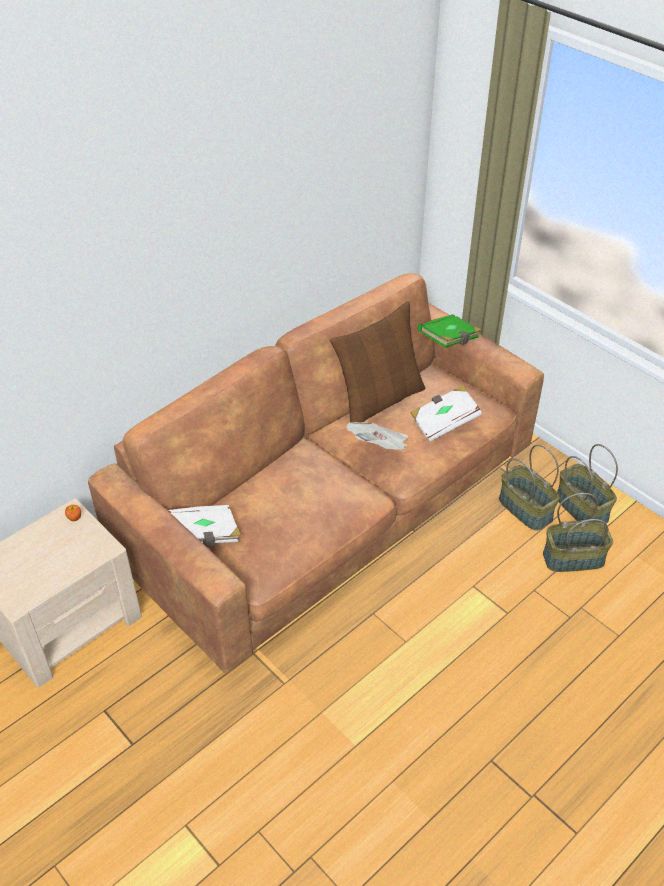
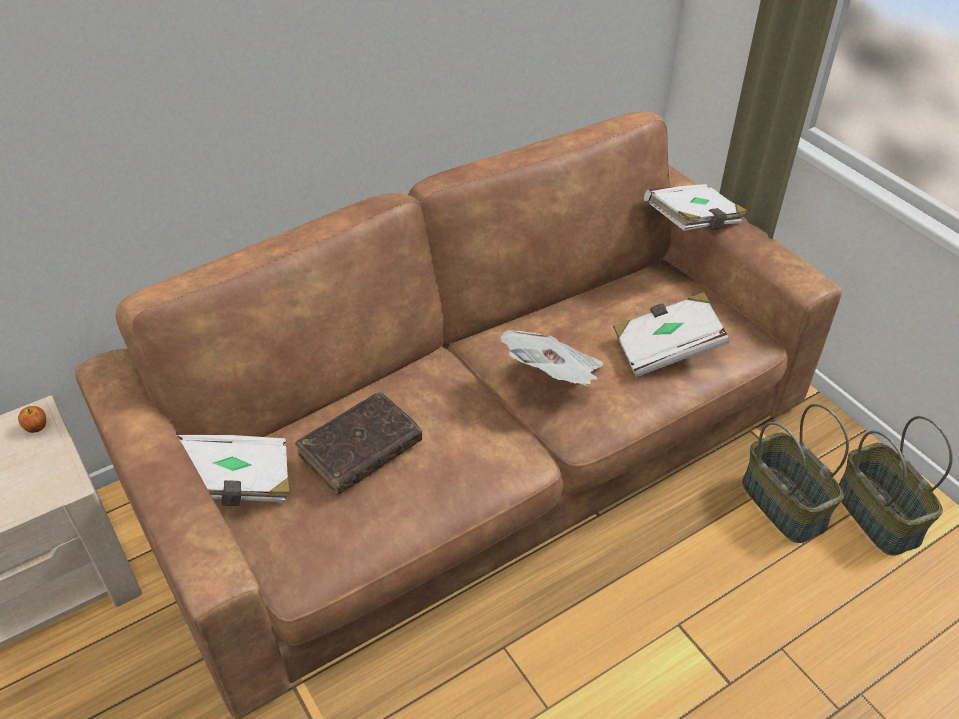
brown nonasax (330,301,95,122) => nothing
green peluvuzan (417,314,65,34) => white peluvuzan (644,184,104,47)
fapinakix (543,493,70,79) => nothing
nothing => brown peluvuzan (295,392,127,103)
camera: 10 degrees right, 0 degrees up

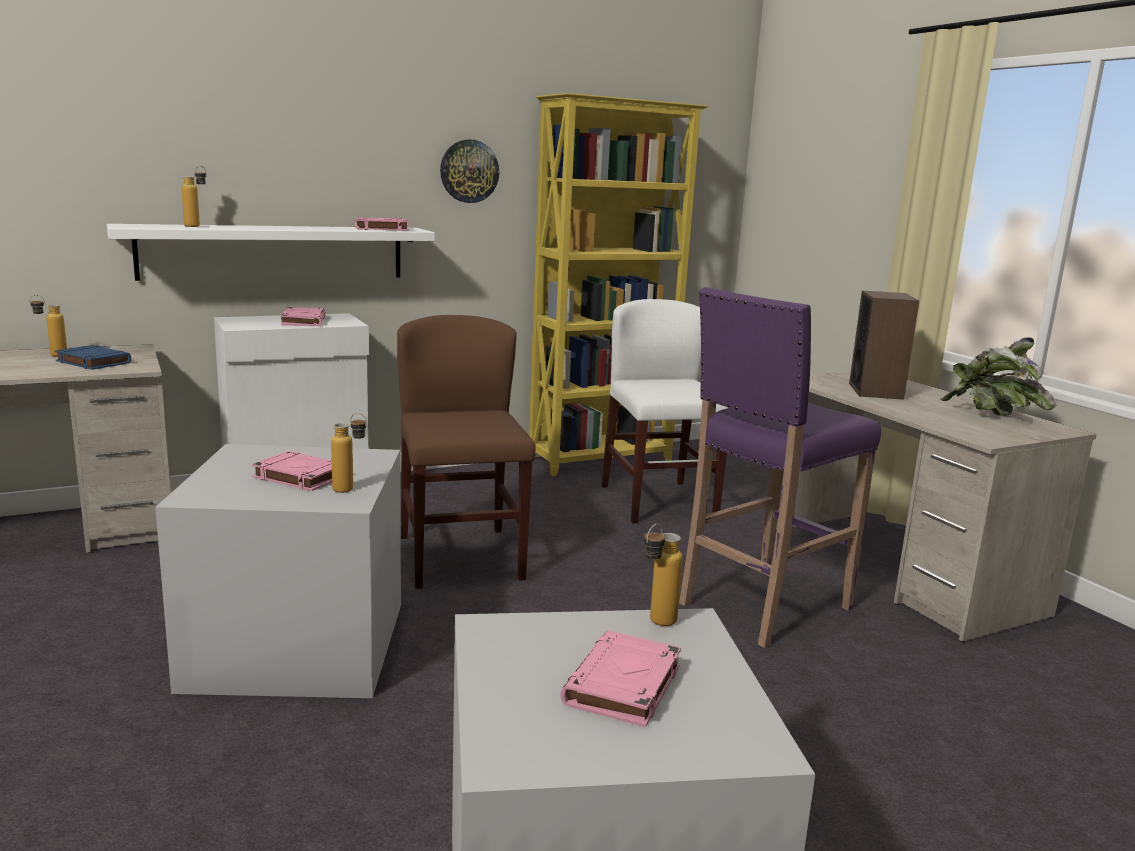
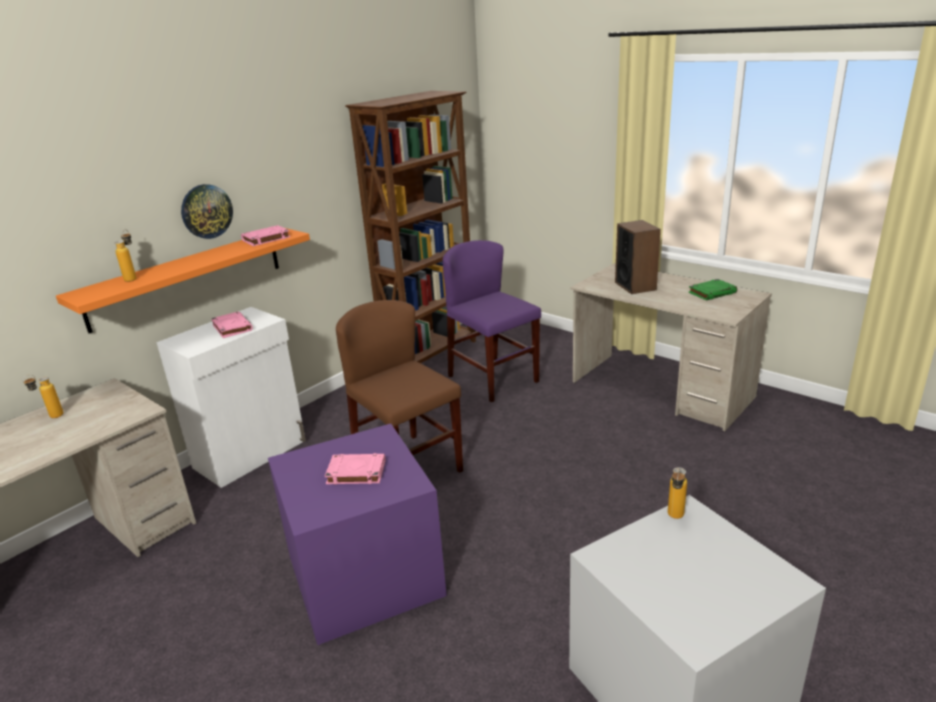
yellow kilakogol (529,93,179,383) => brown kilakogol (345,91,131,272)
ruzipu (440,140,59,63) => ruzipu (181,184,52,55), shifted
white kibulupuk (107,224,328,57) => orange kibulupuk (56,228,254,105)
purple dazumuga (679,287,202,361) => nothing
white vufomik (601,299,127,224) => purple vufomik (443,240,98,162)
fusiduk (940,337,118,79) => green peluvuzan (688,279,49,22)
blue peluvuzan (55,345,76,25) => nothing
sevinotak (331,413,36,80) => nothing
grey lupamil (155,444,246,254) => purple lupamil (268,424,179,221)
pink peluvuzan (560,630,121,98) => nothing
camera: 20 degrees left, 10 degrees up

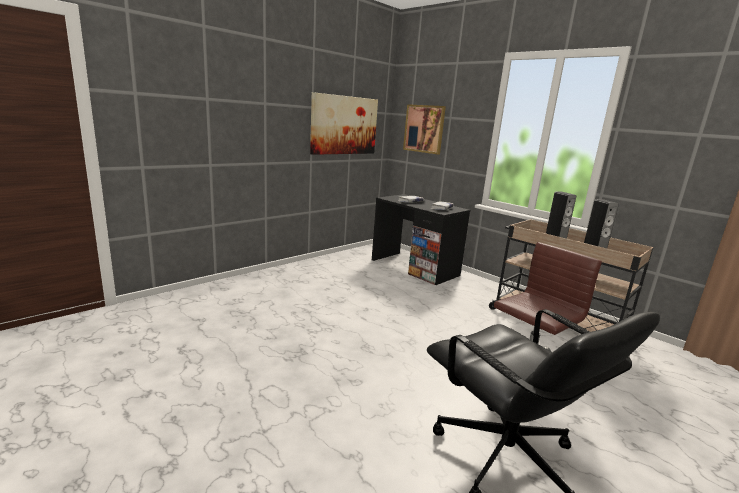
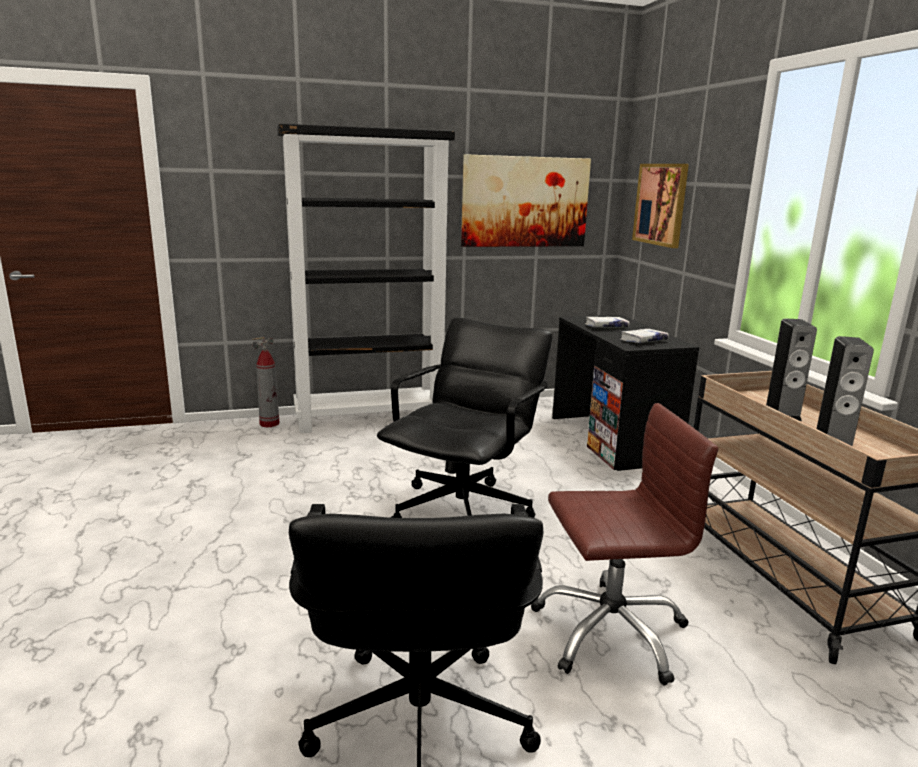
nothing => black kilakogol (277,123,178,310)
nothing => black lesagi (377,317,176,201)
nothing => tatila (252,337,27,90)
camera: 30 degrees right, 0 degrees up

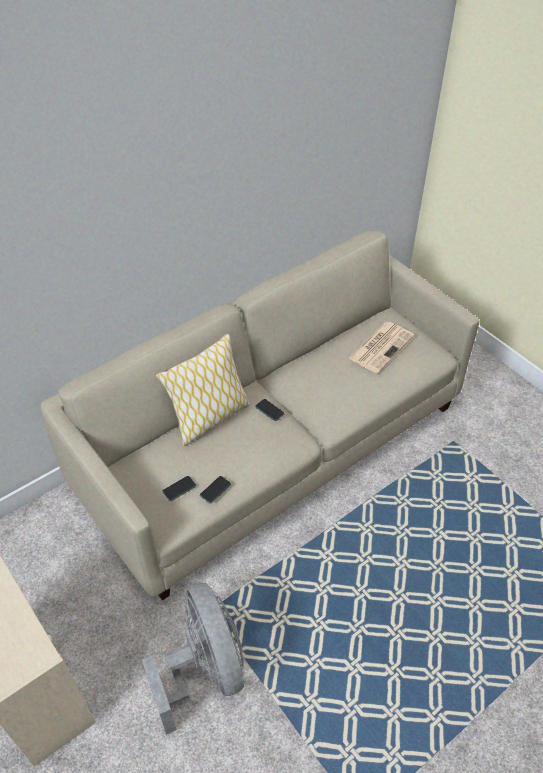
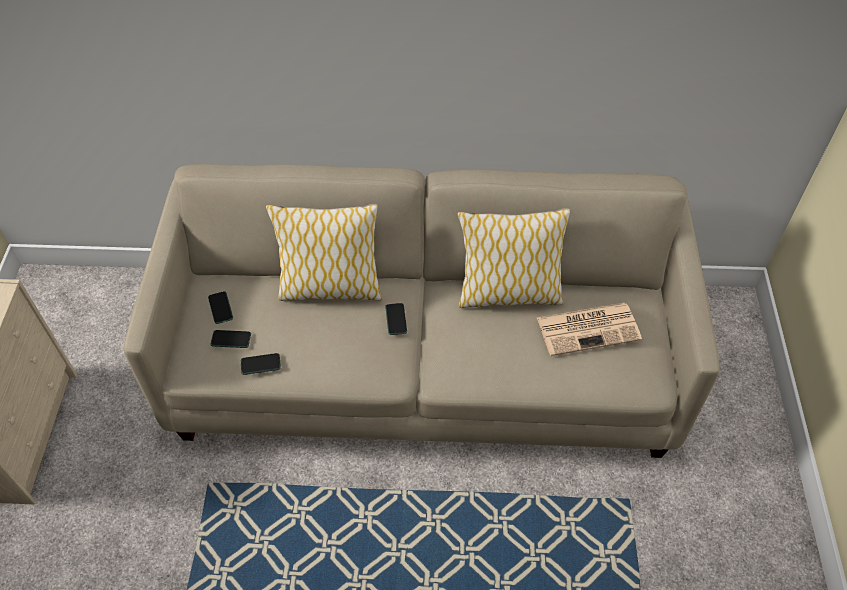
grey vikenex (142,582,102,153) => nothing
nothing => nonasax (458,208,112,100)
nothing => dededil (208,291,25,33)
camera: 40 degrees right, 5 degrees up

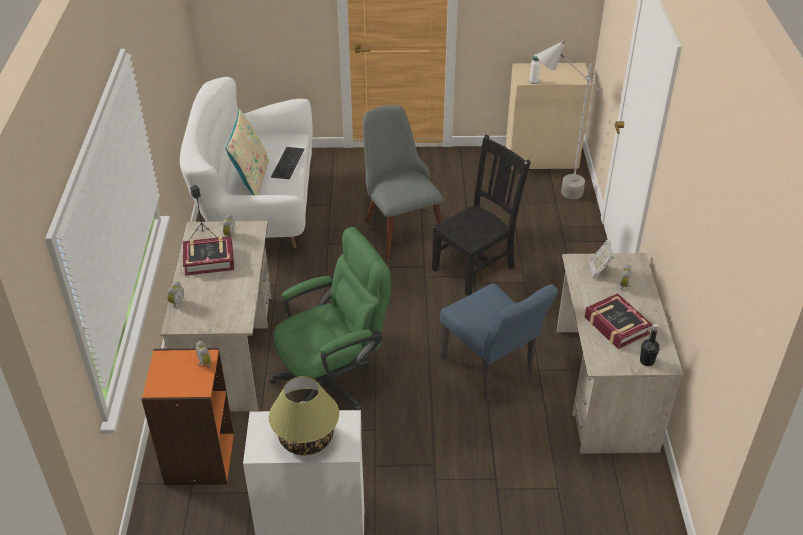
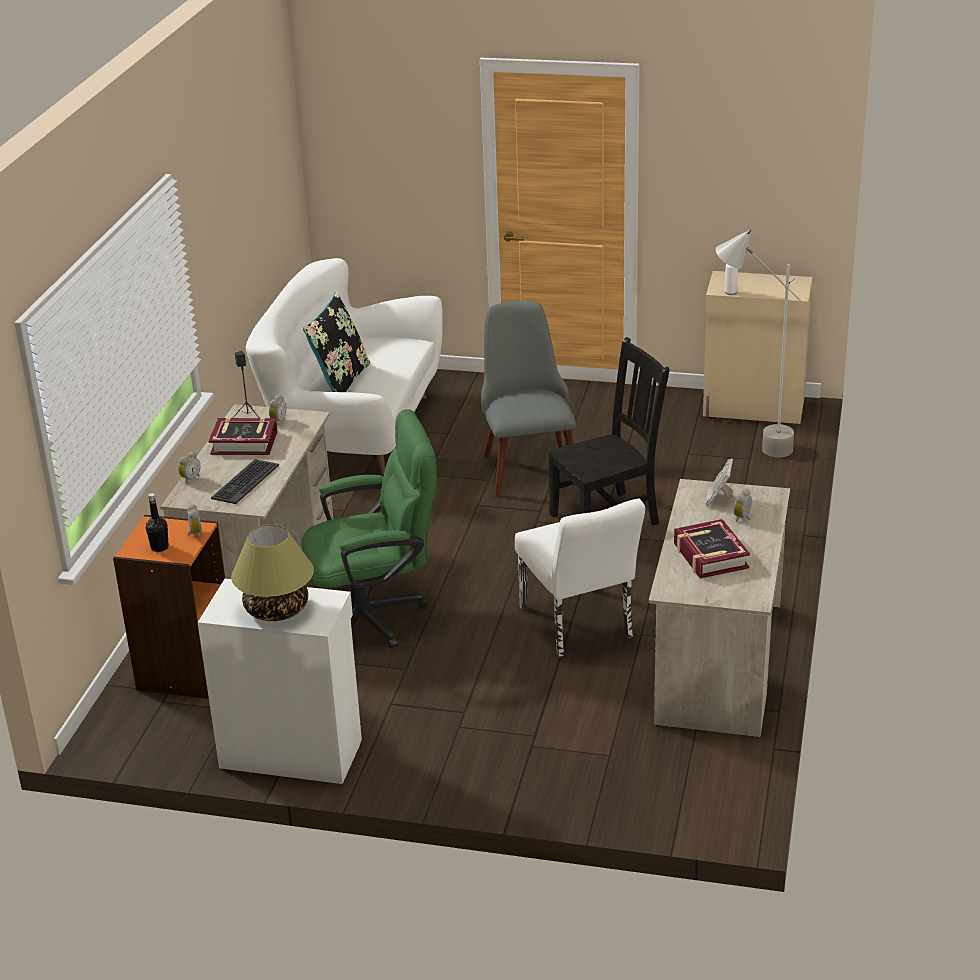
beige nonasax (225,109,44,86) => black nonasax (303,291,68,101)
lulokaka (271,147,33,32) => lulokaka (211,459,68,45), shifted
blue vufomik (440,283,118,117) => white vufomik (515,499,130,158)
black sevinotak (640,324,19,42) => black sevinotak (146,493,23,59), shifted
camera: 15 degrees right, 10 degrees down

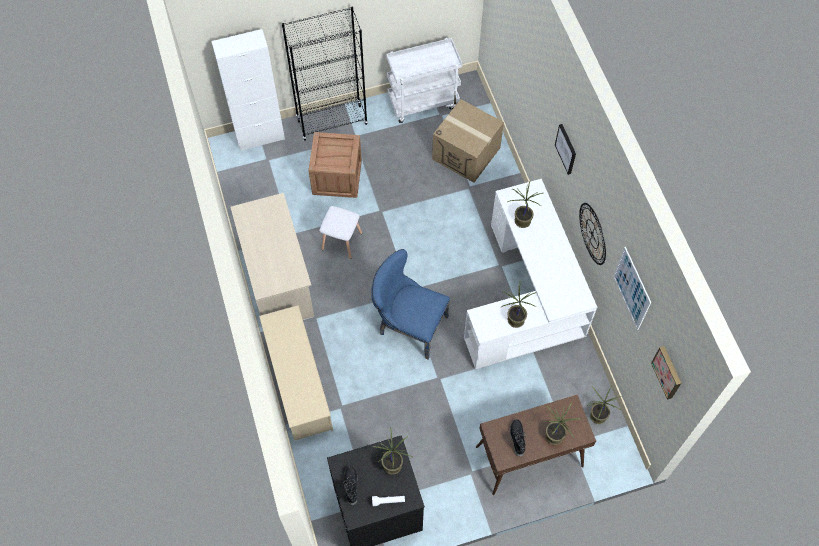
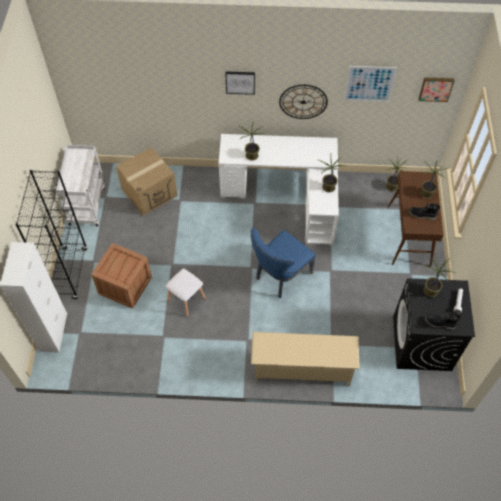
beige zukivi (230,193,84,127) => nothing
camera: 70 degrees left, 5 degrees down

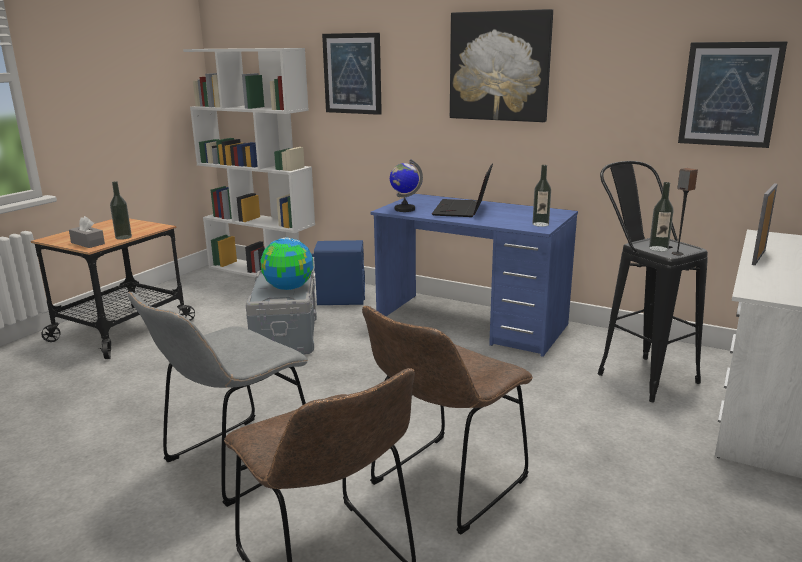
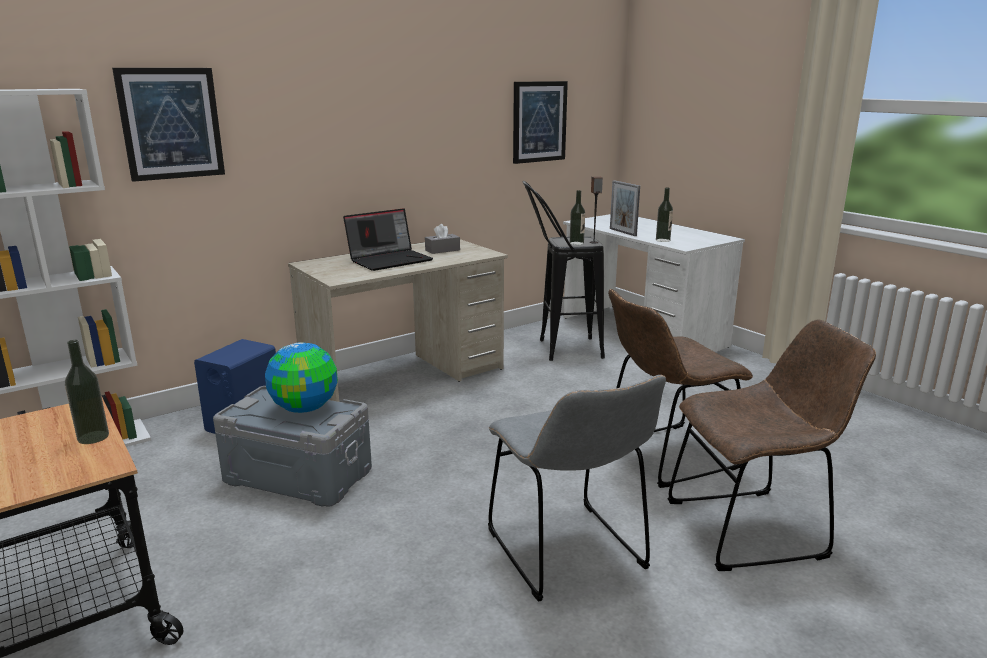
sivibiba (450,9,103,113) => nothing
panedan (390,159,33,53) => nothing
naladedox (432,164,61,53) => naladedox (343,208,90,63), 75 degrees counterclockwise
sevinotak (533,165,18,62) => sevinotak (656,188,17,54), shifted
blue zukivi (371,194,207,163) => beige zukivi (288,239,220,163)
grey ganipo (69,216,36,32) => grey ganipo (425,224,35,30), shifted
brown vufomik (362,306,171,228) => brown vufomik (608,289,145,199), 90 degrees clockwise
camera: 65 degrees left, 0 degrees up

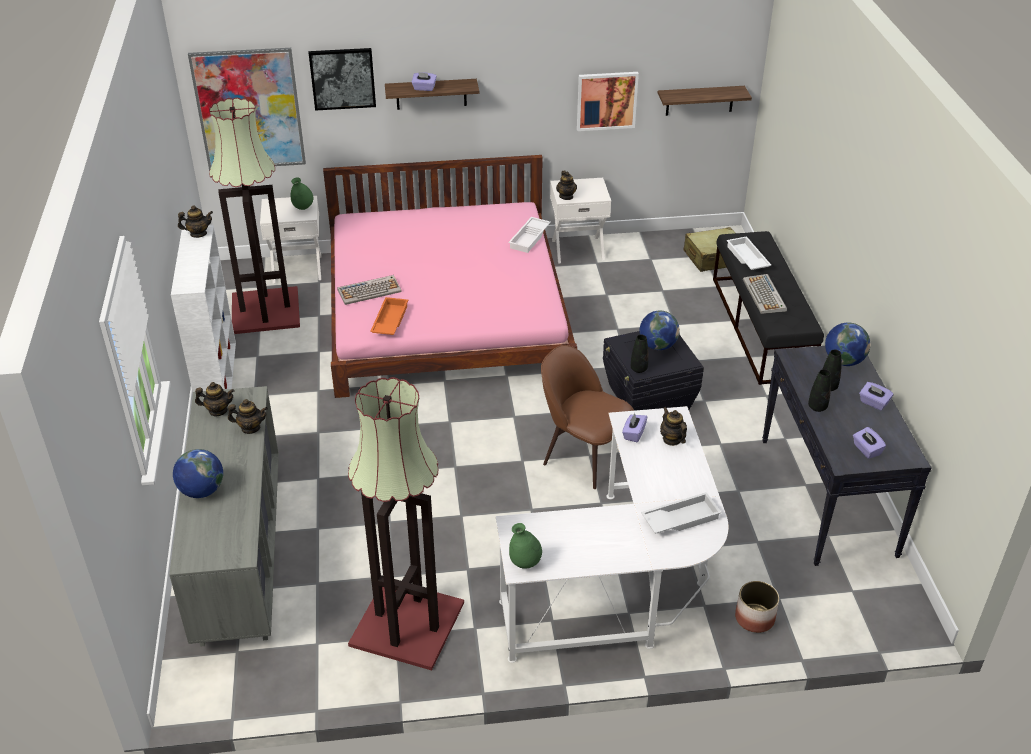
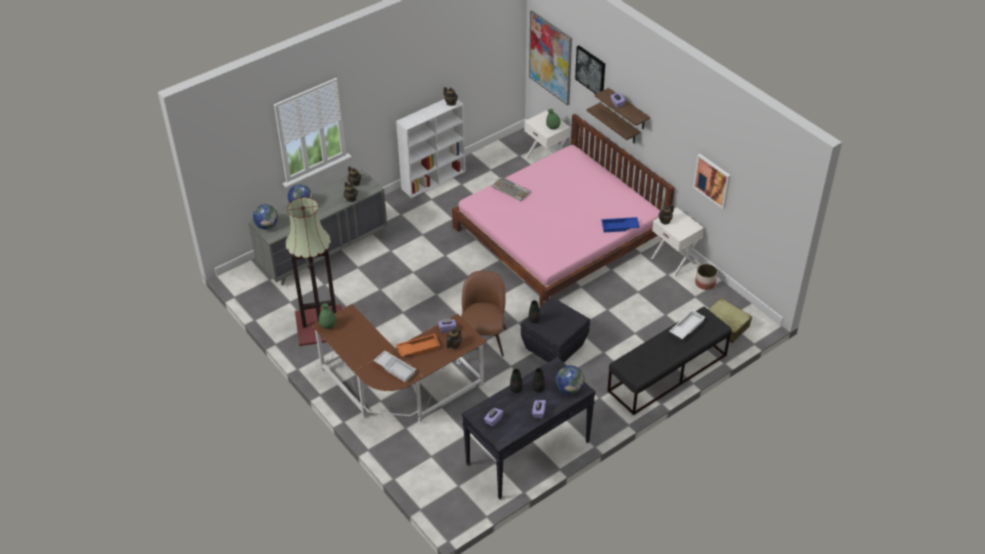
kibulupuk (658,86,94,30) => kibulupuk (586,103,55,40), shifted
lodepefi (209,97,91,237) => nothing
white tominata (508,217,43,36) => blue tominata (601,217,39,16)
lulokaka (743,274,44,40) => nothing
orange tominata (370,297,38,38) => orange tominata (396,334,44,23), shifted
panedan (640,310,40,40) => panedan (253,204,25,25), shifted
white zukivi (496,406,233,257) => brown zukivi (312,304,175,119)
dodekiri (735,581,44,52) => dodekiri (695,264,23,26), shifted
camera: 60 degrees right, 5 degrees up

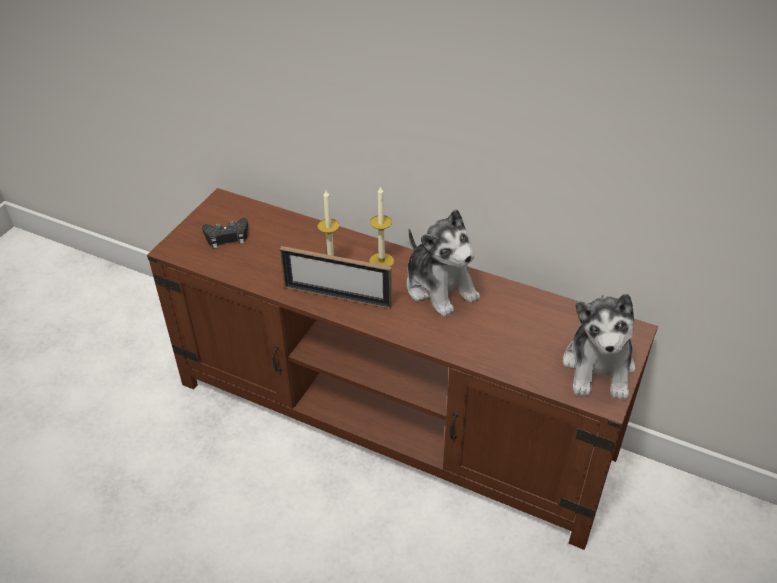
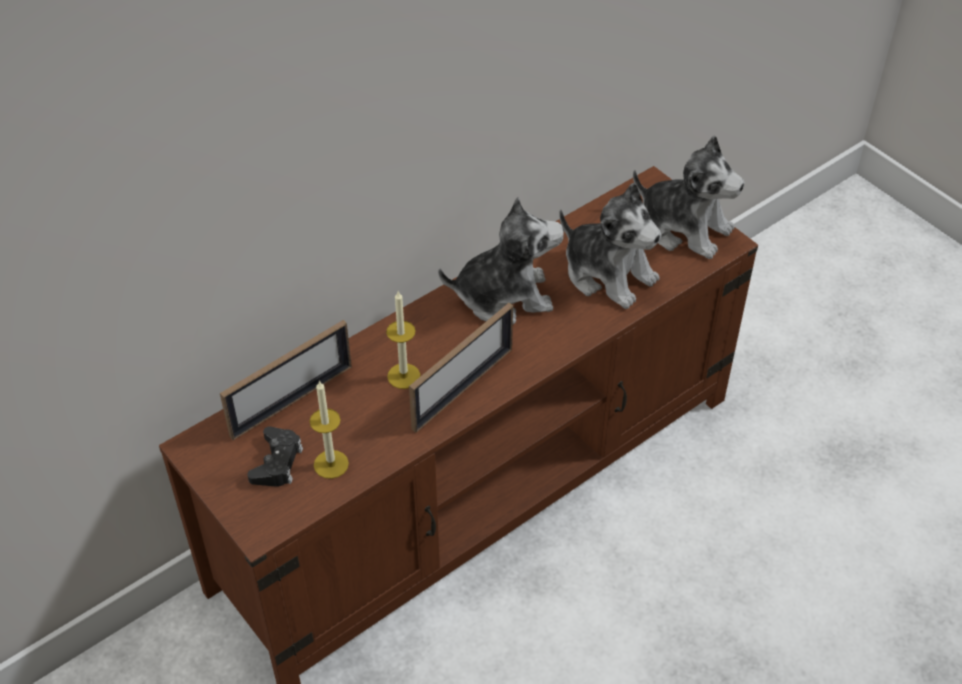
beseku (369,186,25,81) => beseku (309,380,40,99), shifted
nothing => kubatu (559,183,103,126)
nothing => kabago (220,320,132,120)
camera: 65 degrees left, 5 degrees up

